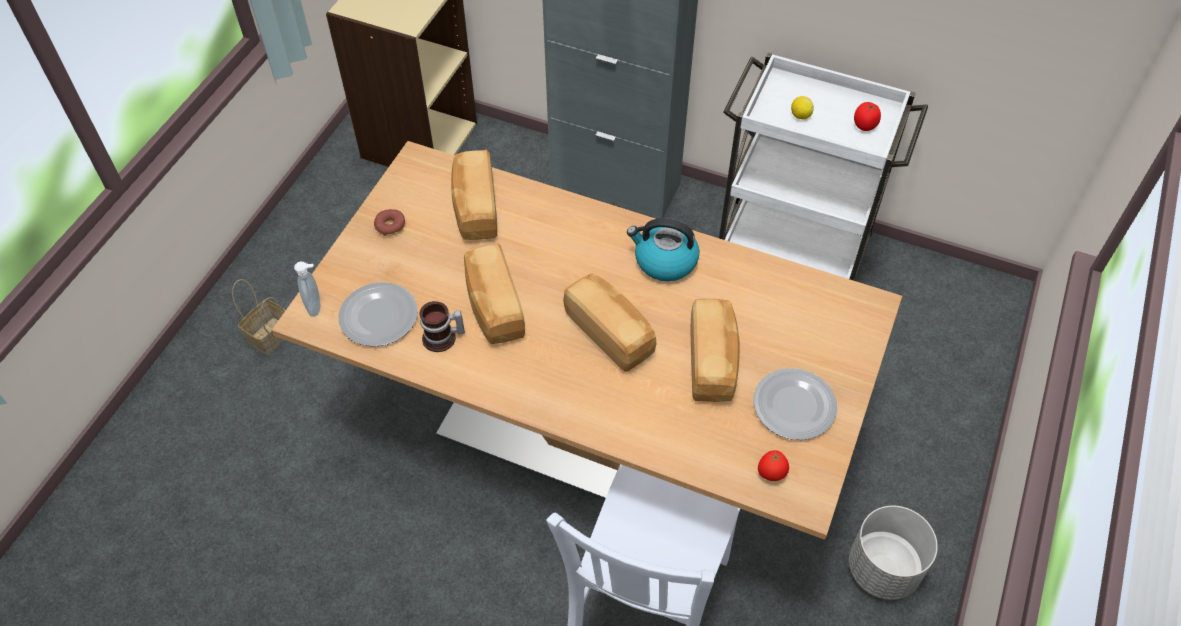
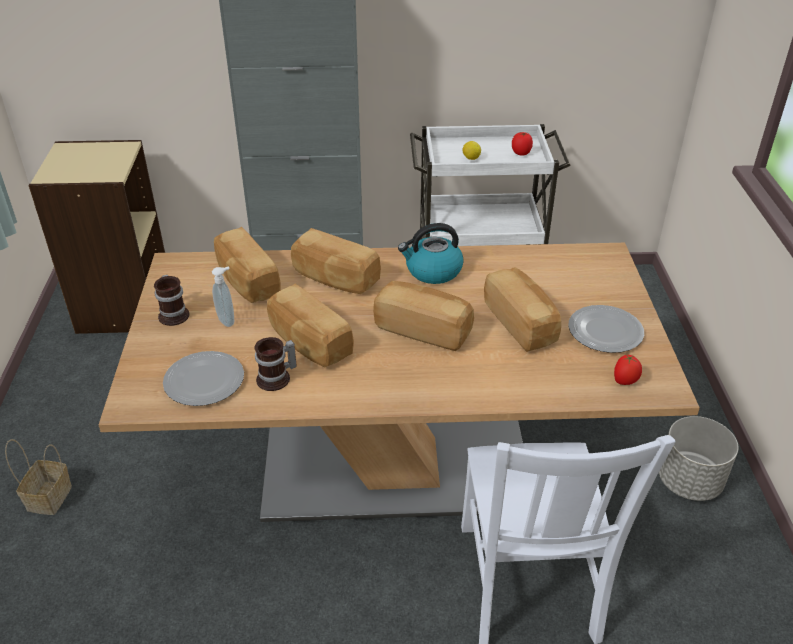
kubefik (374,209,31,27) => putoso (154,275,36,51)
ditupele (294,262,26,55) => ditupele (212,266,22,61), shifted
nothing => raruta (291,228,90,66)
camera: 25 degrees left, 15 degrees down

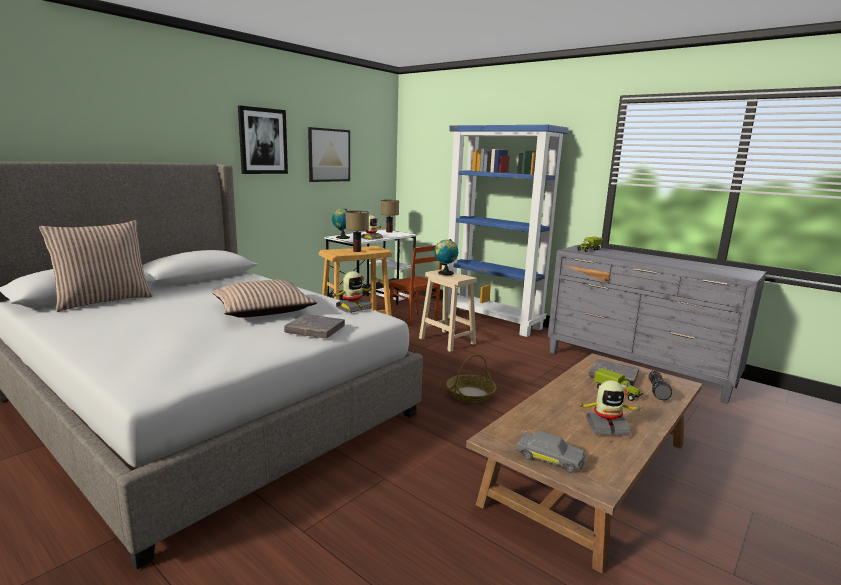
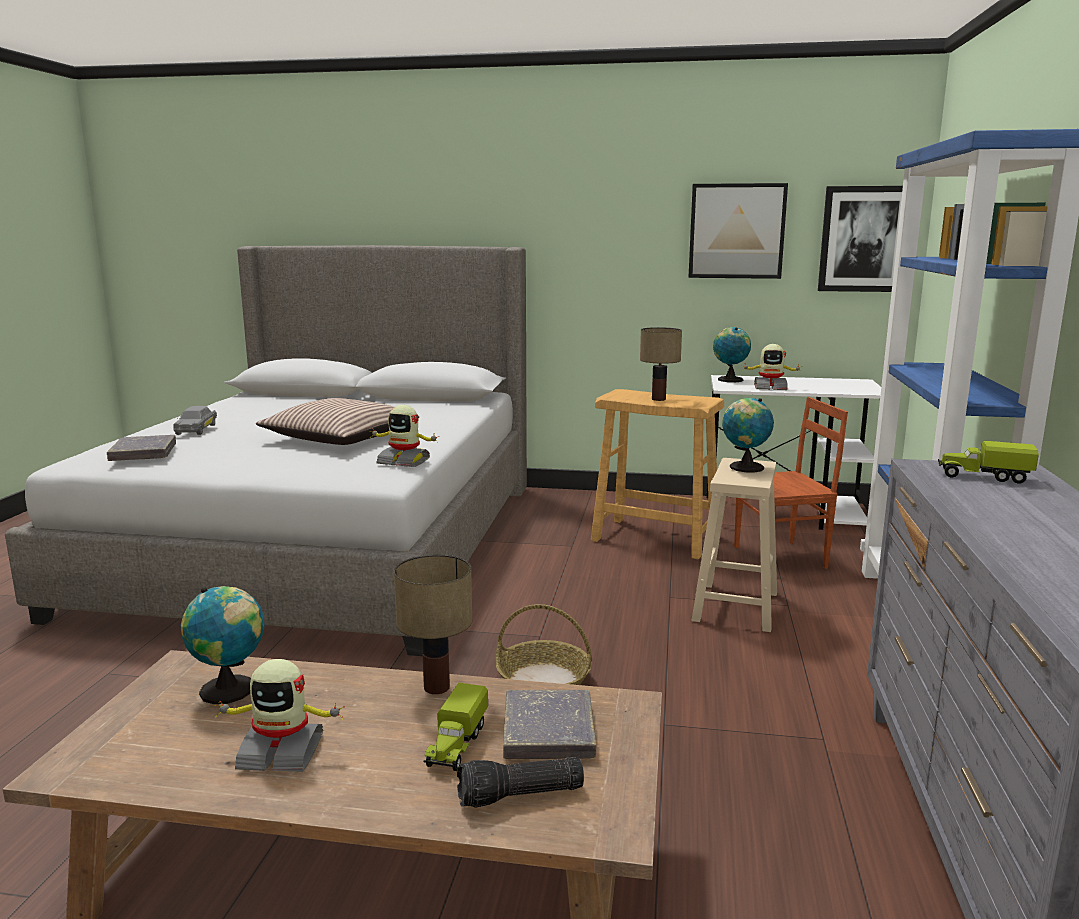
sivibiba (238,105,50,69) => sivibiba (818,186,85,106), shifted
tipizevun (381,200,18,33) => tipizevun (394,554,78,140), shifted
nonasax (39,220,114,92) => nothing
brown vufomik (389,245,53,81) => brown vufomik (734,397,114,172), 120 degrees counterclockwise
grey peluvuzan (284,314,61,25) => grey peluvuzan (107,435,69,26), shifted
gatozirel (578,380,65,56) => gatozirel (214,659,131,113), 60 degrees counterclockwise
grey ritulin (516,431,69,42) => grey ritulin (173,406,44,29), shifted
nothing => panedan (181,586,84,118)
camera: 60 degrees right, 0 degrees up

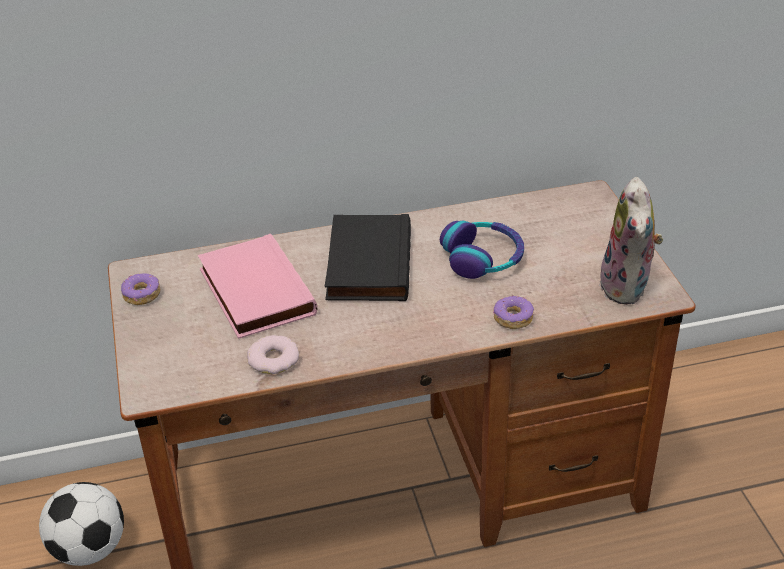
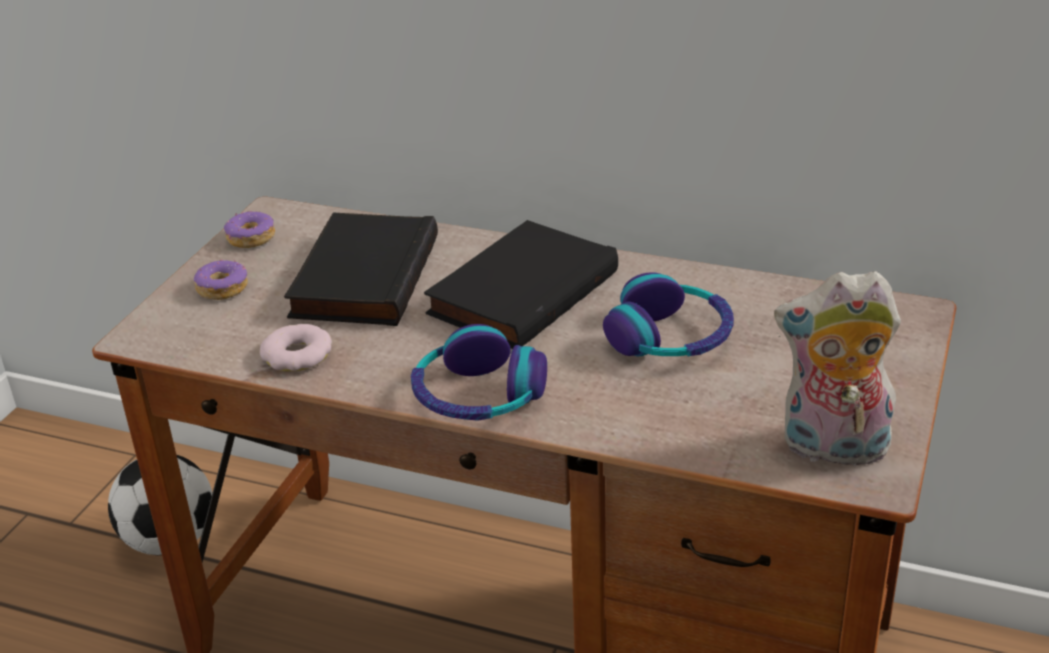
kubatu (599,177,65,127) => kubatu (774,271,127,201), 60 degrees clockwise
pink peluvuzan (198,234,119,105) => black peluvuzan (284,213,154,113)
kubefik (493,295,41,34) => kubefik (194,260,54,40), shifted
nothing => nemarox (411,324,136,97)
camera: 35 degrees right, 5 degrees down

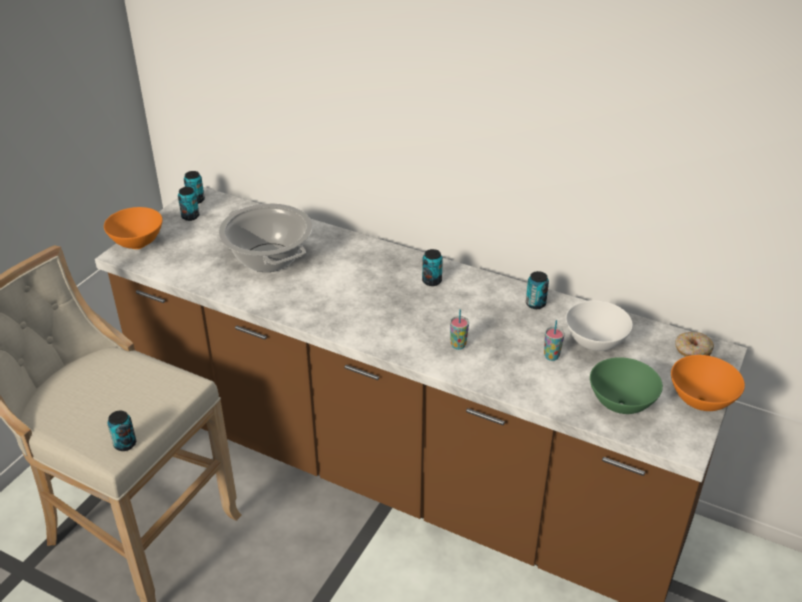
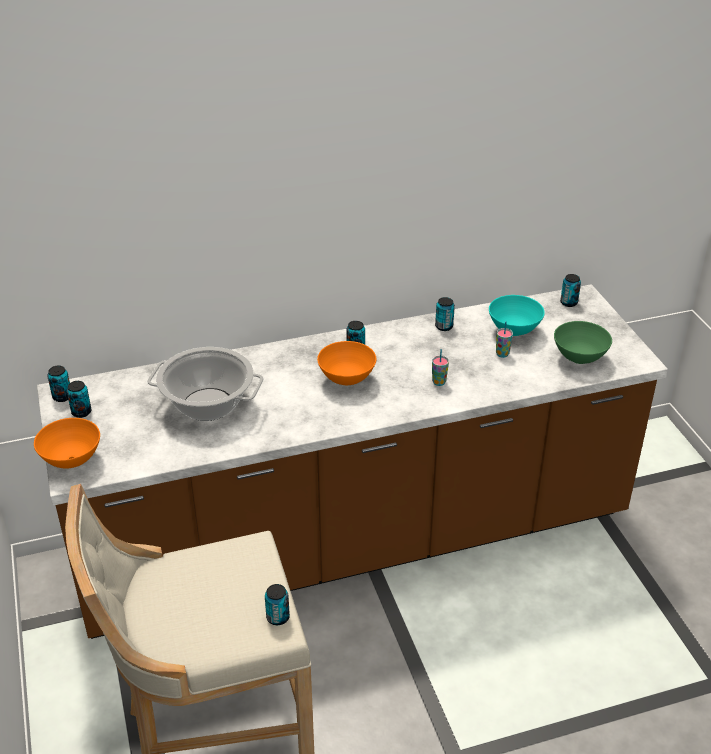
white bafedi (565,300,68,51) => turquoise bafedi (489,295,56,41)
kubefik (675,332,39,25) => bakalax (560,274,21,33)
orange bafedi (671,355,74,56) => orange bafedi (317,341,59,44), shifted
camera: 45 degrees left, 0 degrees up

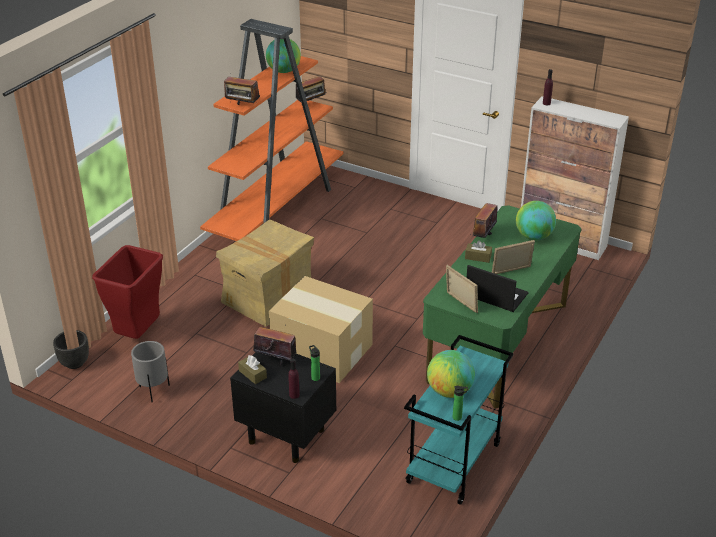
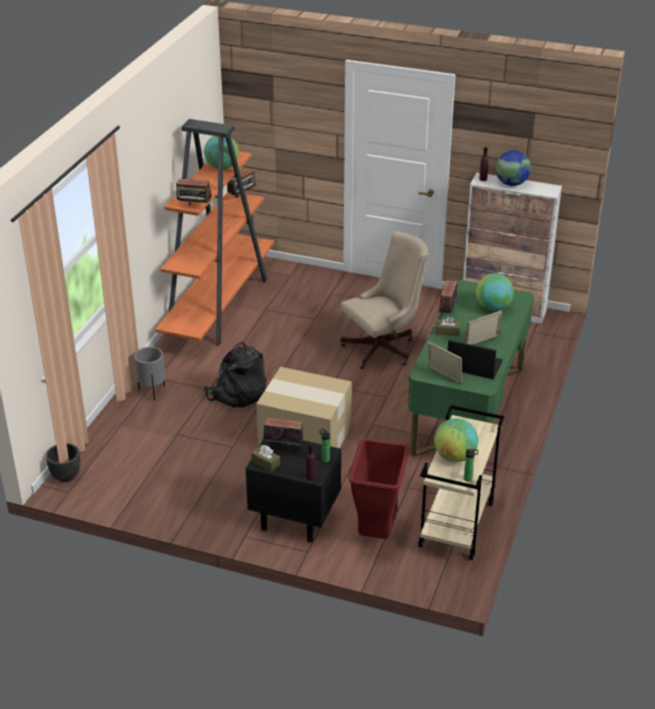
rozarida (216,220,98,107) => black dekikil (204,342,62,66)
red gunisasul (92,245,71,94) => red gunisasul (348,439,62,100), shifted
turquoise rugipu (404,335,110,170) => beige rugipu (418,405,86,155)
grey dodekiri (131,341,39,61) => grey dodekiri (134,347,31,54), shifted
nothing => panedan (495,150,36,36)
nothing => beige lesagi (341,231,88,138)
camera: 10 degrees left, 0 degrees up

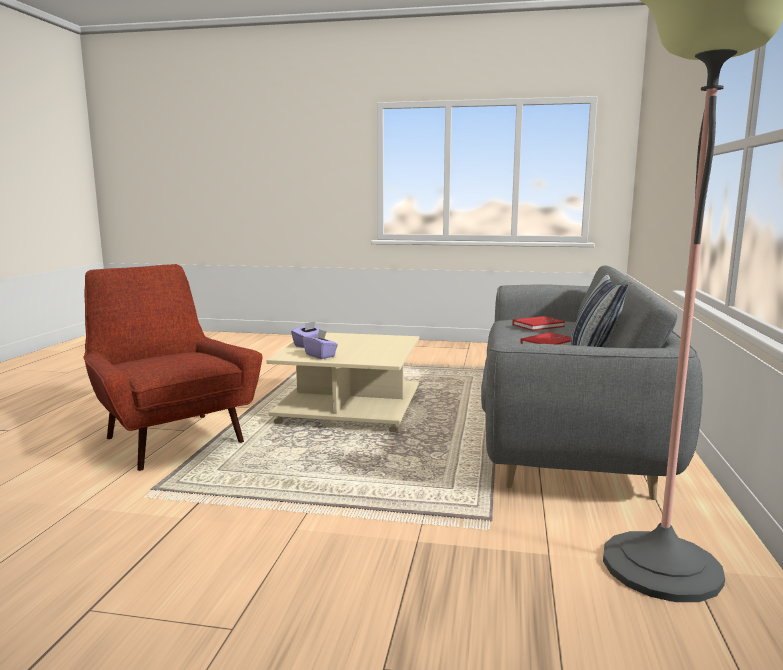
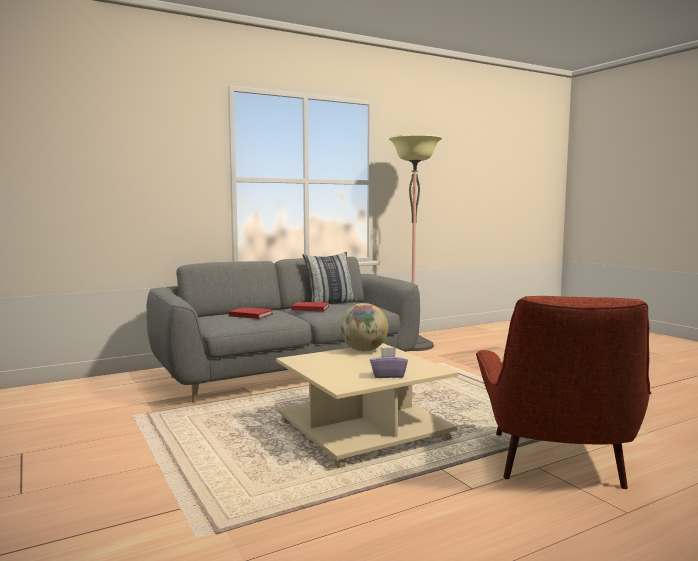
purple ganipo (303,329,35,30) => nothing
nothing => panedan (340,303,48,48)
camera: 130 degrees left, 5 degrees down

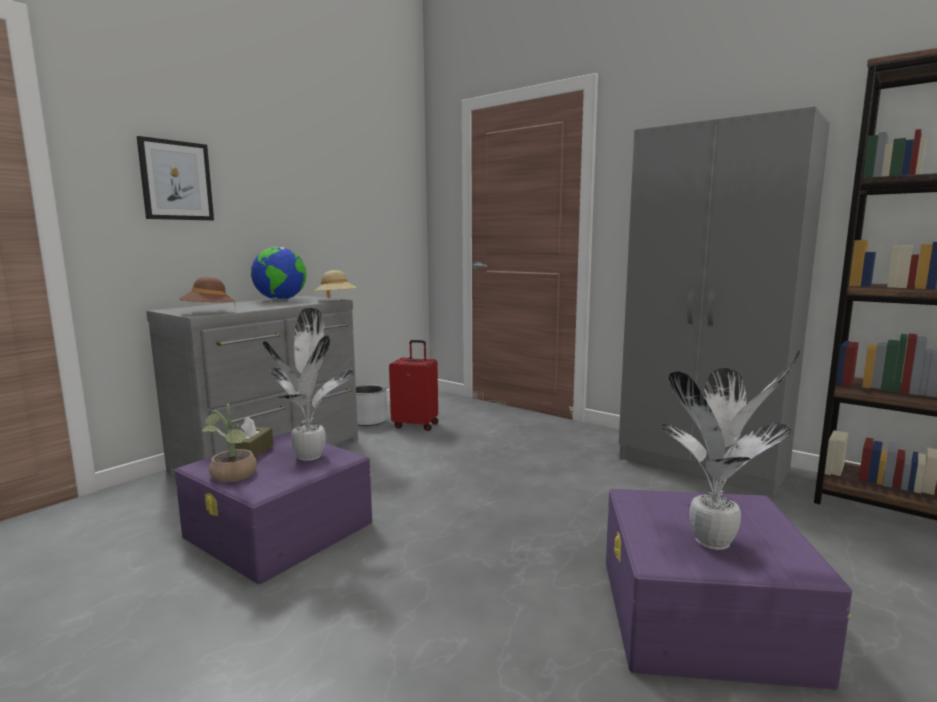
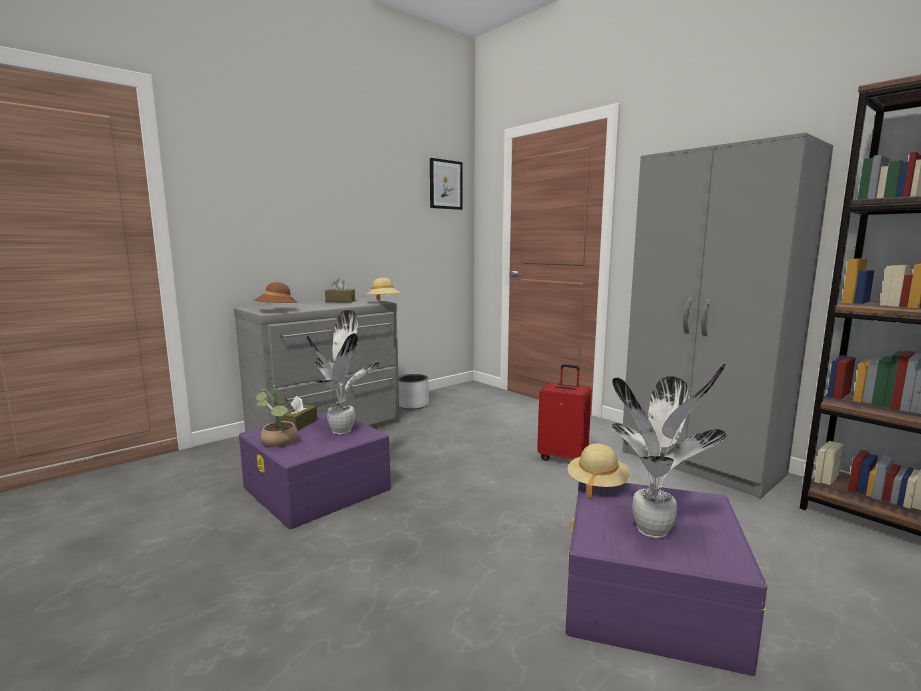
sivibiba (137,136,77,85) => sivibiba (430,158,33,52), shifted
panedan (251,247,55,53) => brown ganipo (325,279,30,23)
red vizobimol (389,340,49,91) => red vizobimol (537,364,55,97), shifted
nothing => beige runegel (568,443,63,55)
camera: 10 degrees right, 0 degrees up

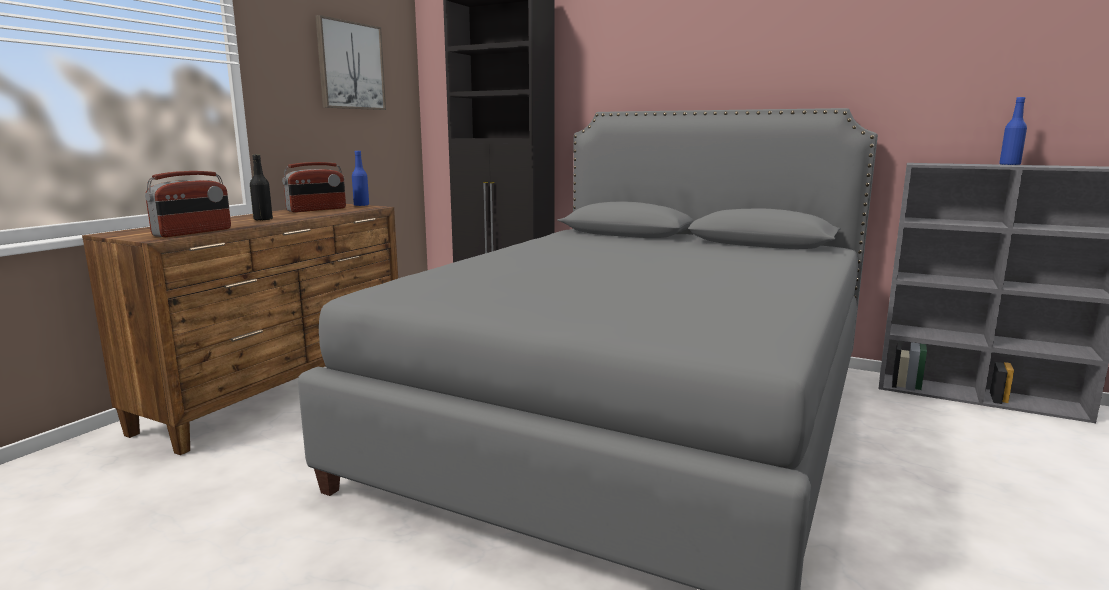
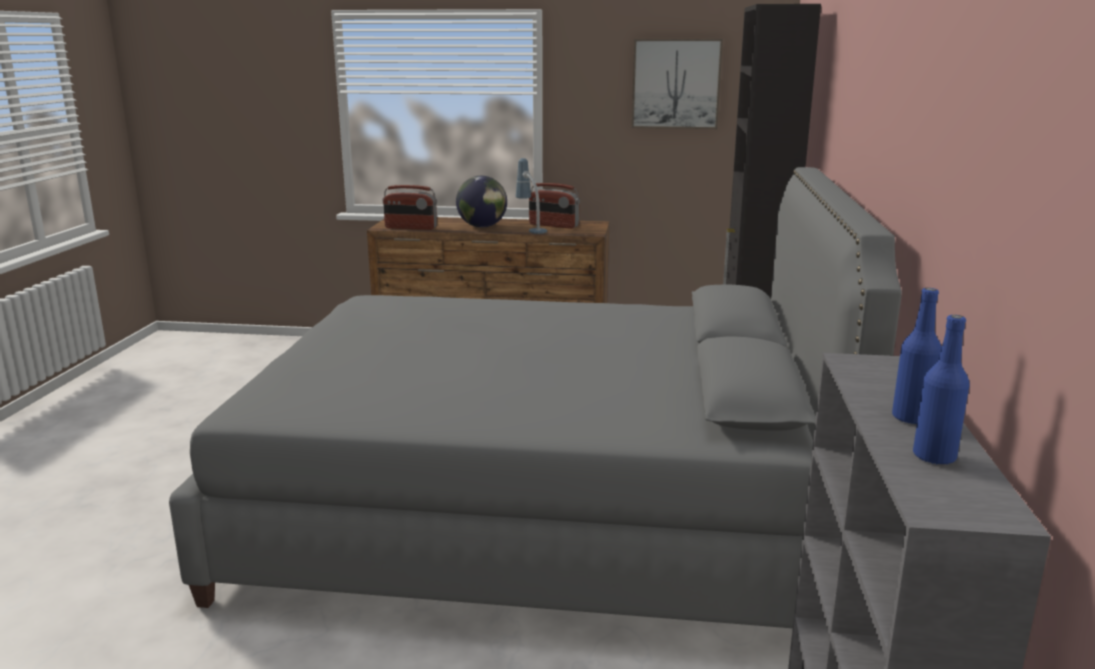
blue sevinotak (352,151,17,55) => blue sevinotak (913,315,56,150), shifted
black sevinotak (250,154,23,67) => panedan (456,176,51,52)
nothing => tipizevun (516,158,31,76)
camera: 70 degrees right, 5 degrees up

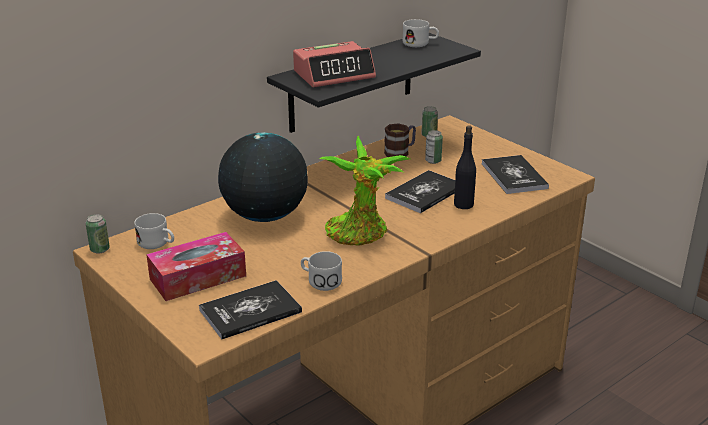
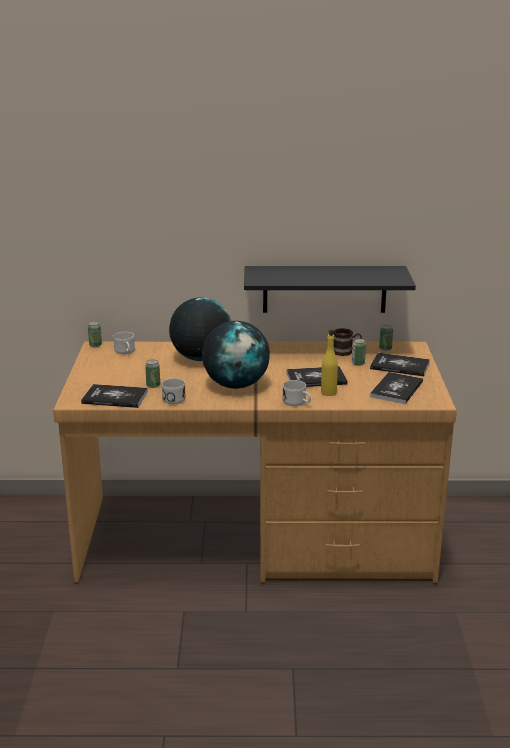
white putoso (402,19,37,28) => white putoso (282,380,29,26), shifted
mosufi (293,41,83,46) => nothing
black sevinotak (454,125,22,84) => yellow sevinotak (321,329,17,67)
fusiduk (320,136,90,110) => panedan (202,321,68,68)
ganipo (146,232,100,69) => nothing
nothing => peluvuzan (370,353,60,23)
nothing => bakalax (145,359,15,29)
camera: 40 degrees right, 5 degrees down

